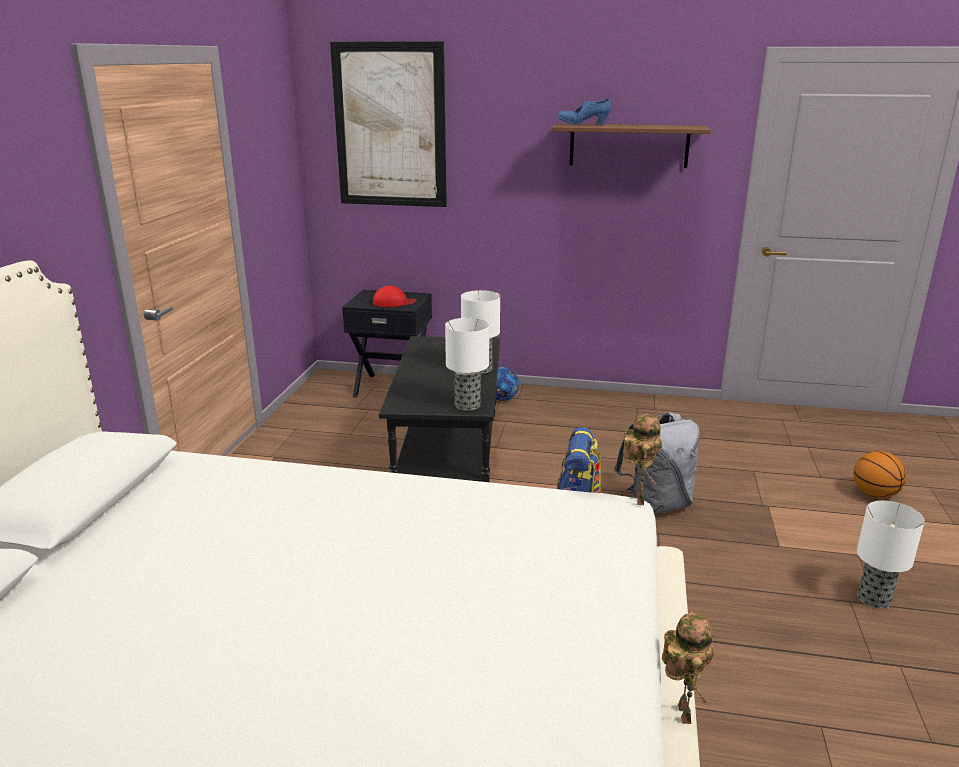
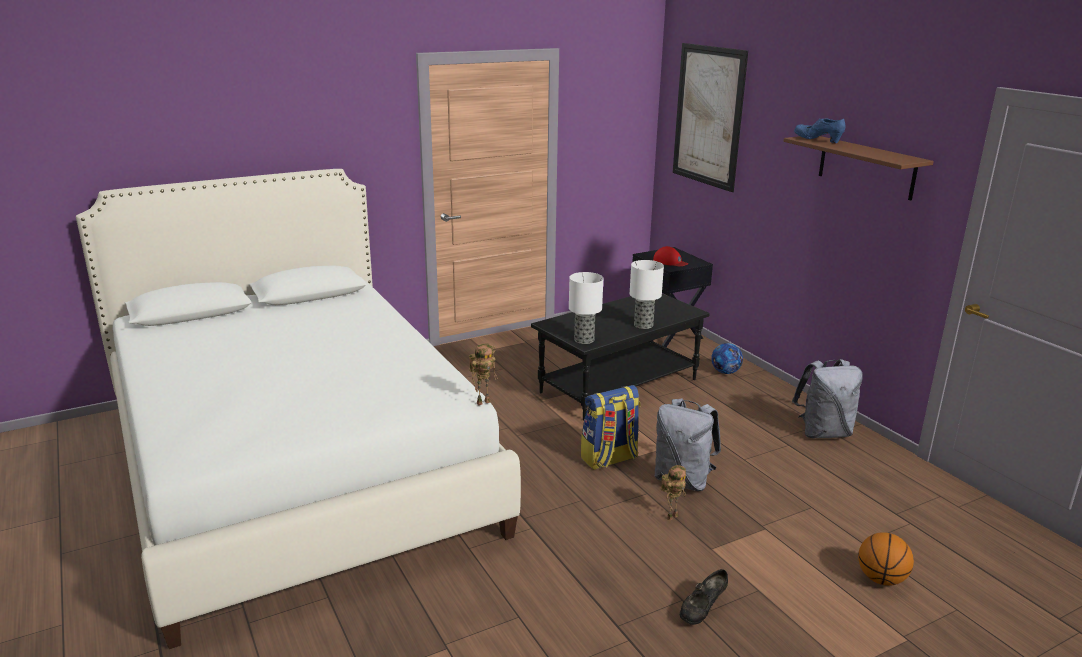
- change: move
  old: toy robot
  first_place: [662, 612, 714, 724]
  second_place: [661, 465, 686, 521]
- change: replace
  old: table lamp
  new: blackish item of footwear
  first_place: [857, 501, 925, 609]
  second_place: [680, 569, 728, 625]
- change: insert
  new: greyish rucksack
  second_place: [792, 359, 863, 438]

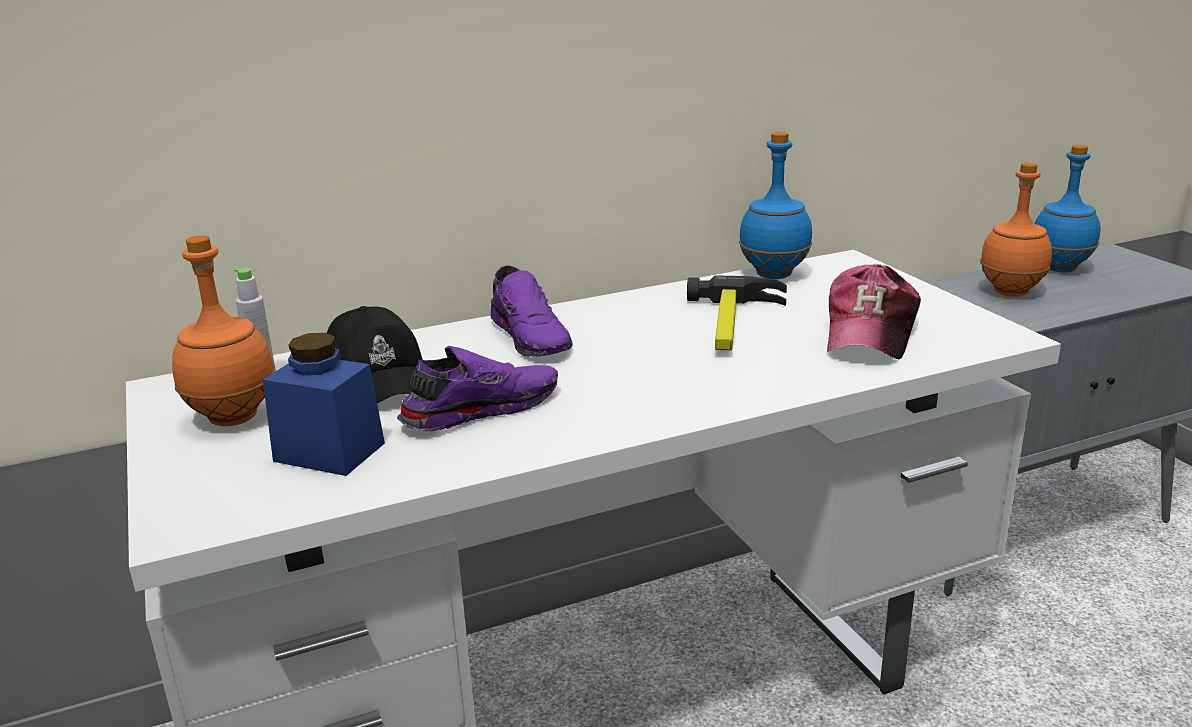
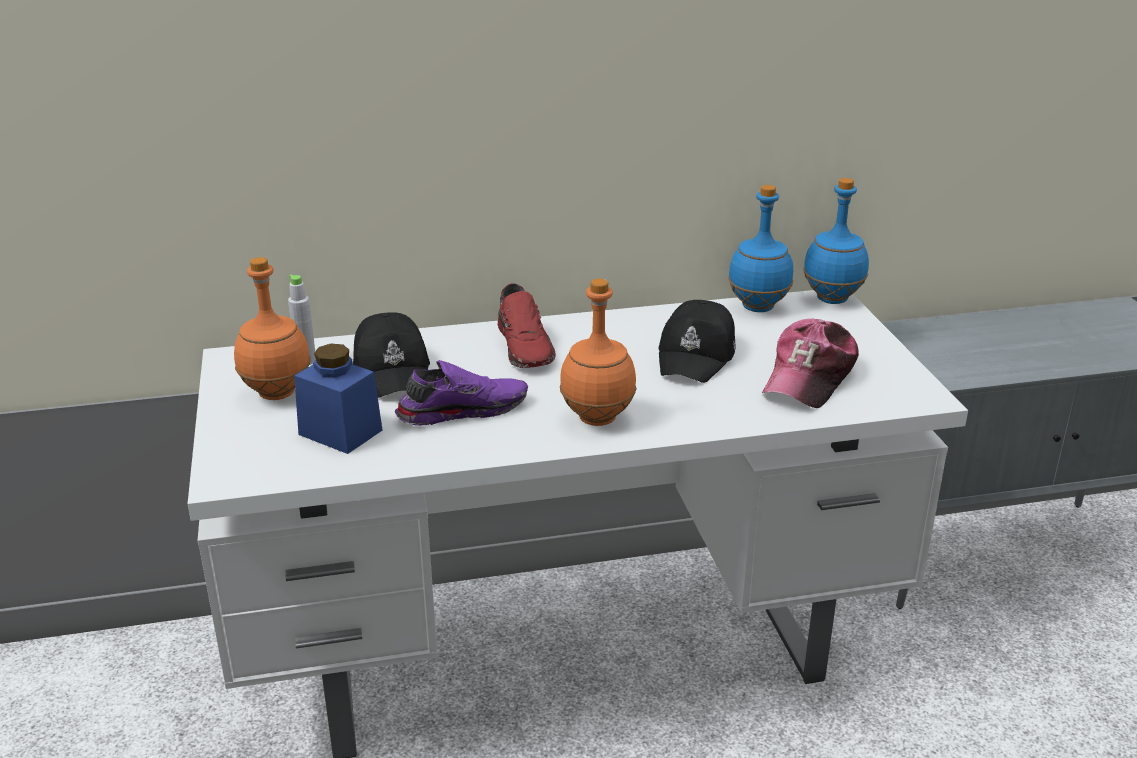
- change: recolor
  old: purplish item of footwear
  new: red-coloured item of footwear
  first_place: [490, 265, 573, 357]
  second_place: [498, 283, 556, 368]
- change: replace
  old: hand hammer
  new: blackish peaked cap
  first_place: [687, 275, 787, 350]
  second_place: [658, 300, 735, 383]
- change: move
  old: orange-coloured drink bottle
  first_place: [980, 162, 1052, 297]
  second_place: [560, 279, 637, 426]
- change: move
  old: bluish drink bottle
  first_place: [1034, 145, 1100, 272]
  second_place: [803, 178, 869, 304]

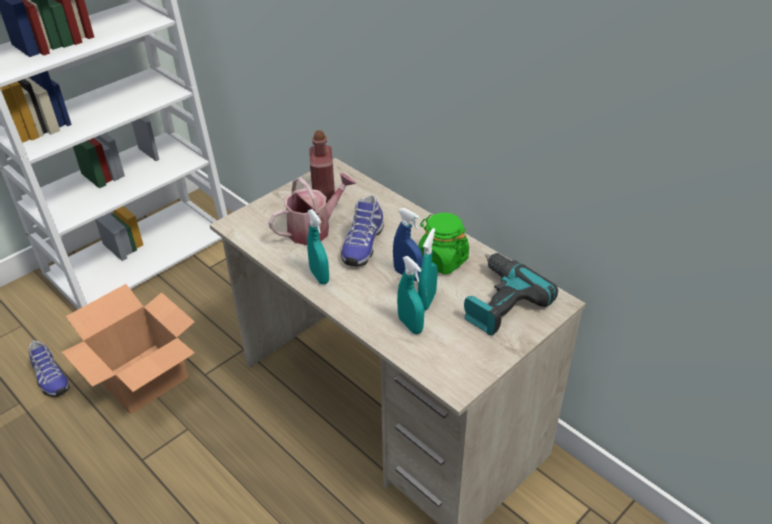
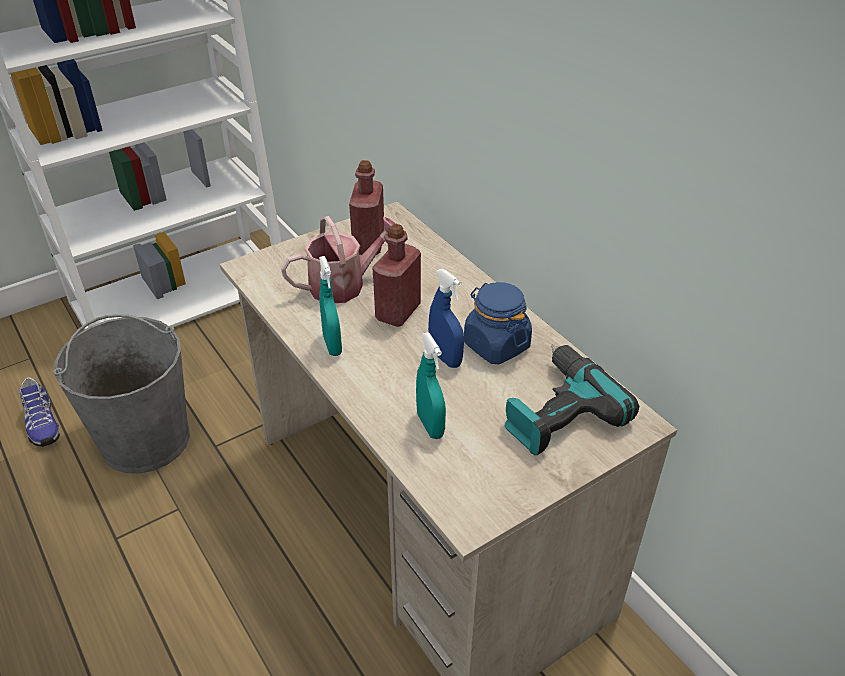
- change: replace
  old: carton
  new: greyish bucket
  first_place: [61, 284, 195, 414]
  second_place: [53, 314, 190, 474]
- change: replace
  old: item of footwear
  new: red-coloured drink bottle
  first_place: [341, 195, 384, 266]
  second_place: [372, 224, 421, 327]
- change: recolor
  old: green jar
  new: bluish jar
  first_place: [418, 213, 469, 274]
  second_place: [464, 282, 532, 364]
- change: delete
  old: blue-green hand sprayer
  first_place: [418, 228, 437, 311]

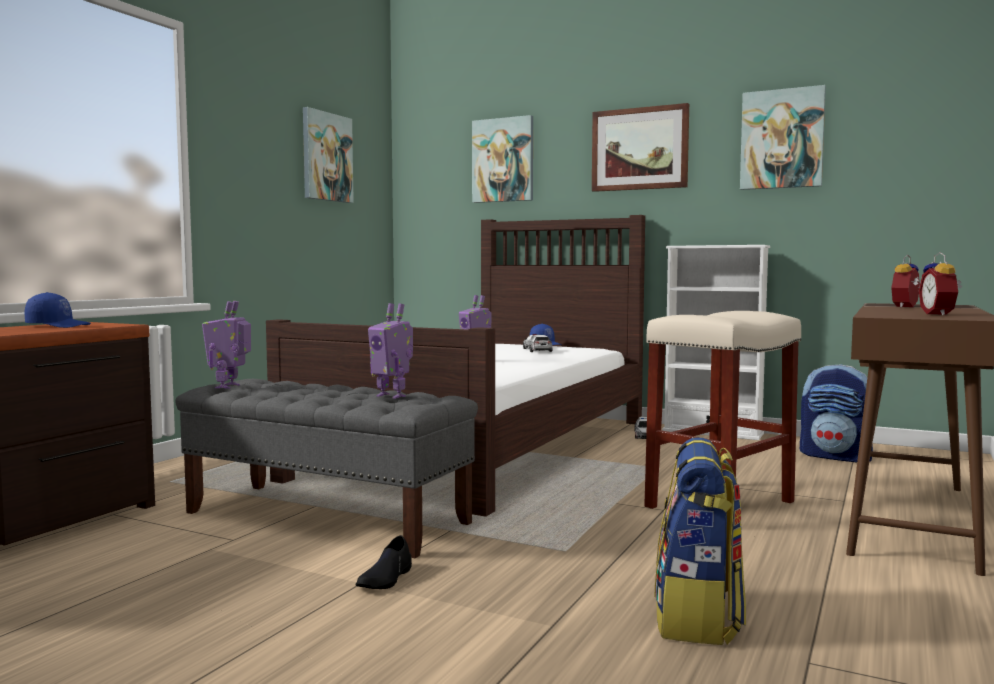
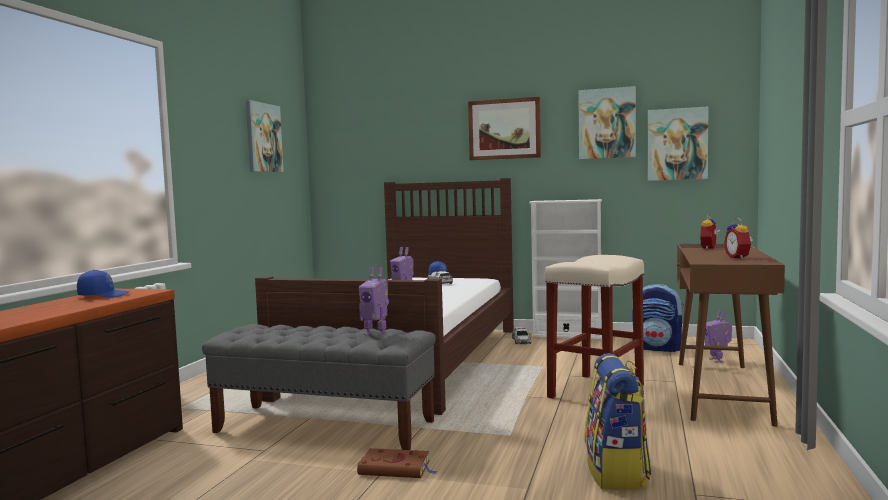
- change: move
  old: toy robot
  first_place: [202, 301, 251, 389]
  second_place: [705, 311, 732, 363]
- change: replace
  old: blackish item of footwear
  new: brownish book
  first_place: [356, 535, 412, 589]
  second_place: [357, 448, 438, 478]
- change: move
  old: wall picture
  first_place: [472, 115, 533, 203]
  second_place: [648, 107, 708, 181]

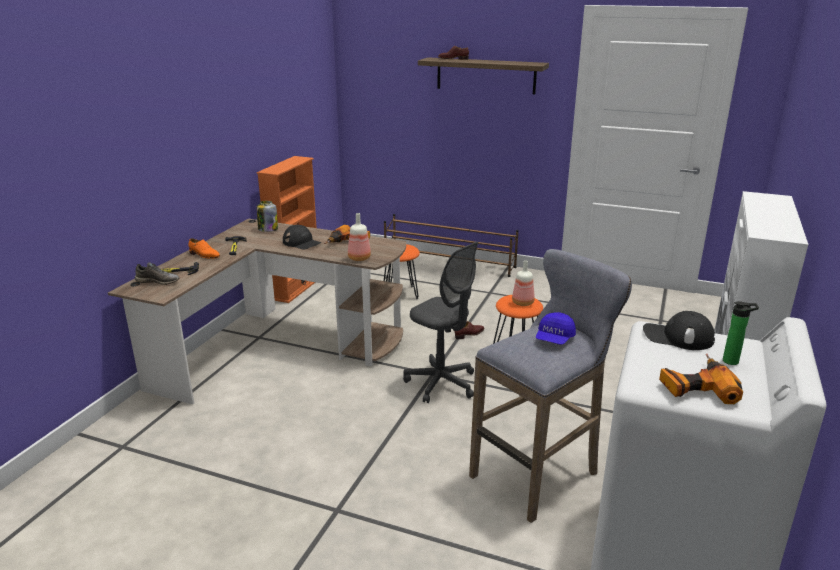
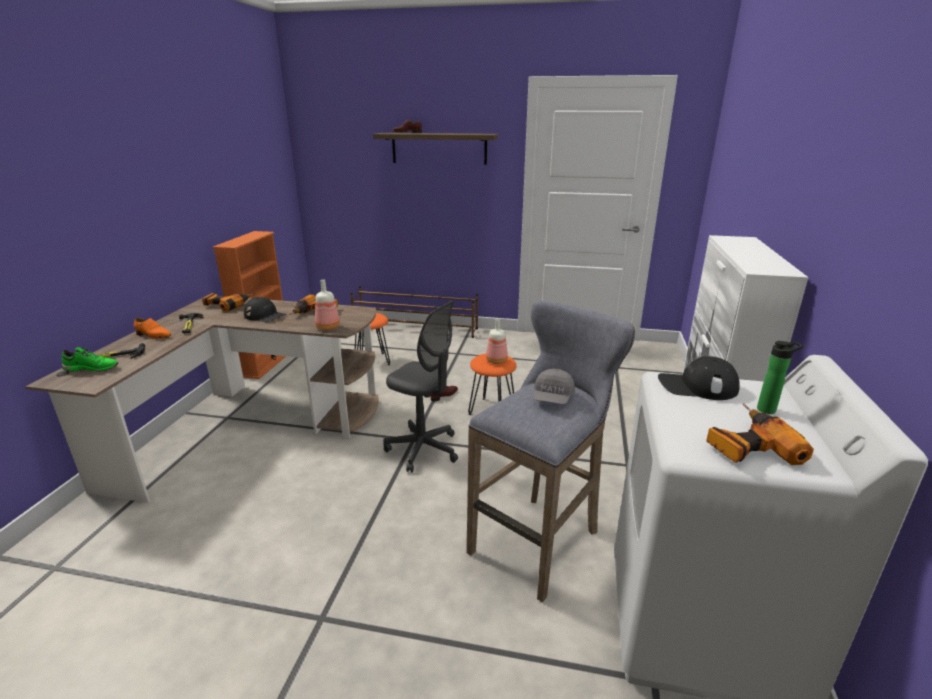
- change: recolor
  old: greyish item of footwear
  new: green item of footwear
  first_place: [135, 262, 180, 285]
  second_place: [62, 347, 119, 372]
- change: replace
  old: jar
  new: power drill
  first_place: [257, 201, 278, 232]
  second_place: [202, 293, 255, 312]
- change: recolor
  old: bluish peaked cap
  new: greyish peaked cap
  first_place: [536, 312, 576, 345]
  second_place: [534, 369, 575, 404]

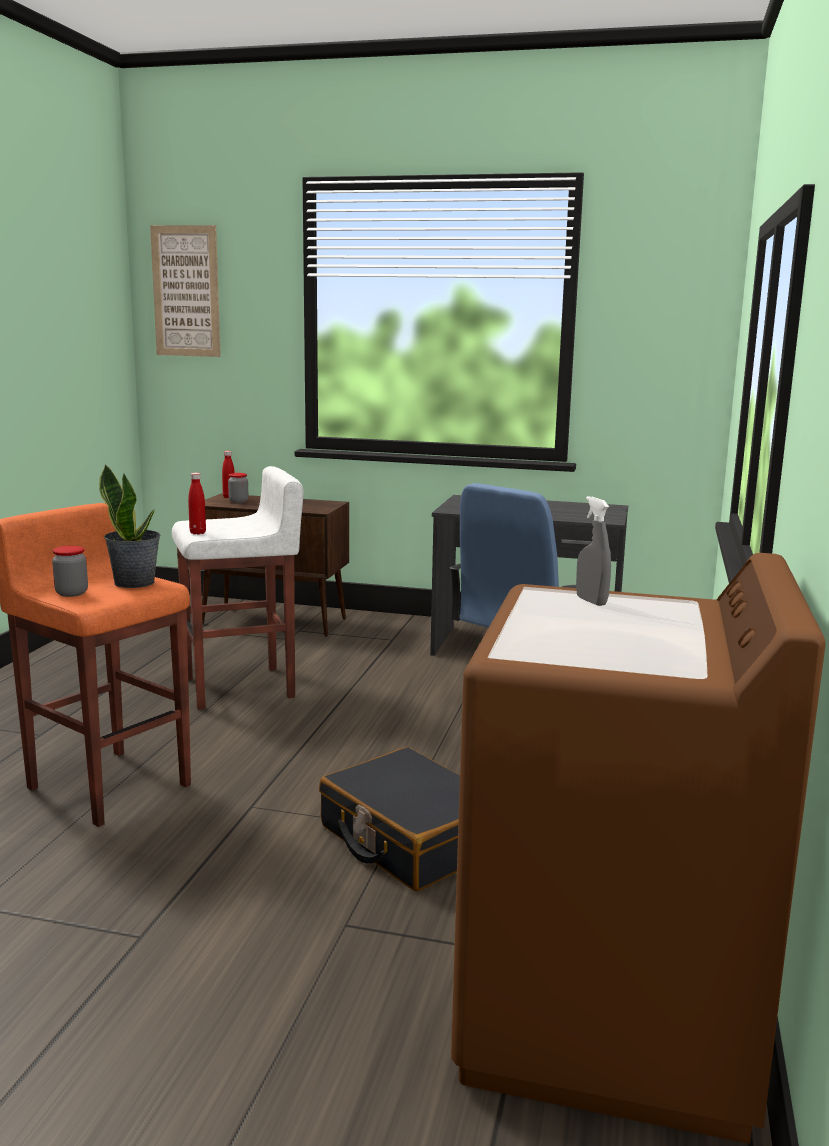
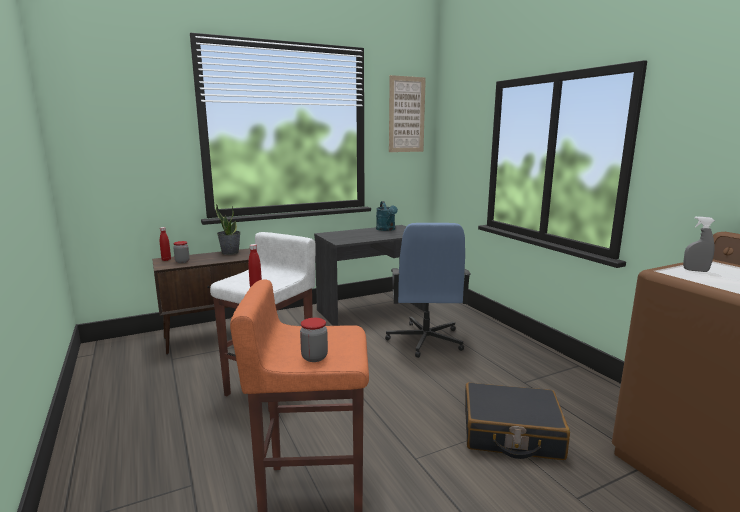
- change: move
  old: houseplant
  first_place: [99, 464, 161, 588]
  second_place: [216, 204, 241, 255]
- change: move
  old: wall picture
  first_place: [150, 225, 221, 357]
  second_place: [389, 75, 426, 152]
- change: insert
  new: blue-green sprinkling can
  second_place: [376, 201, 398, 231]

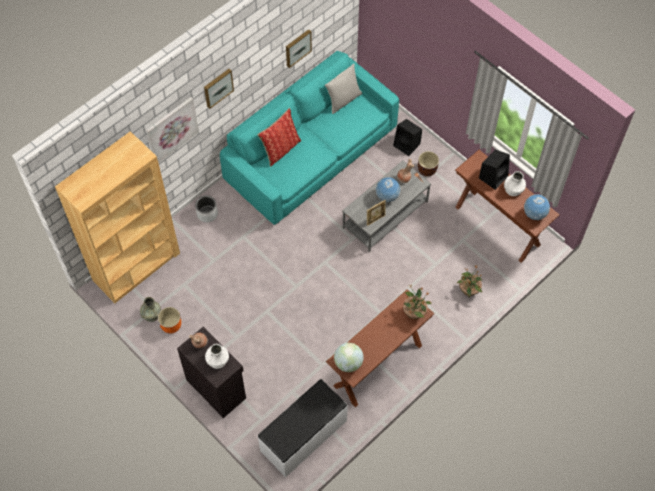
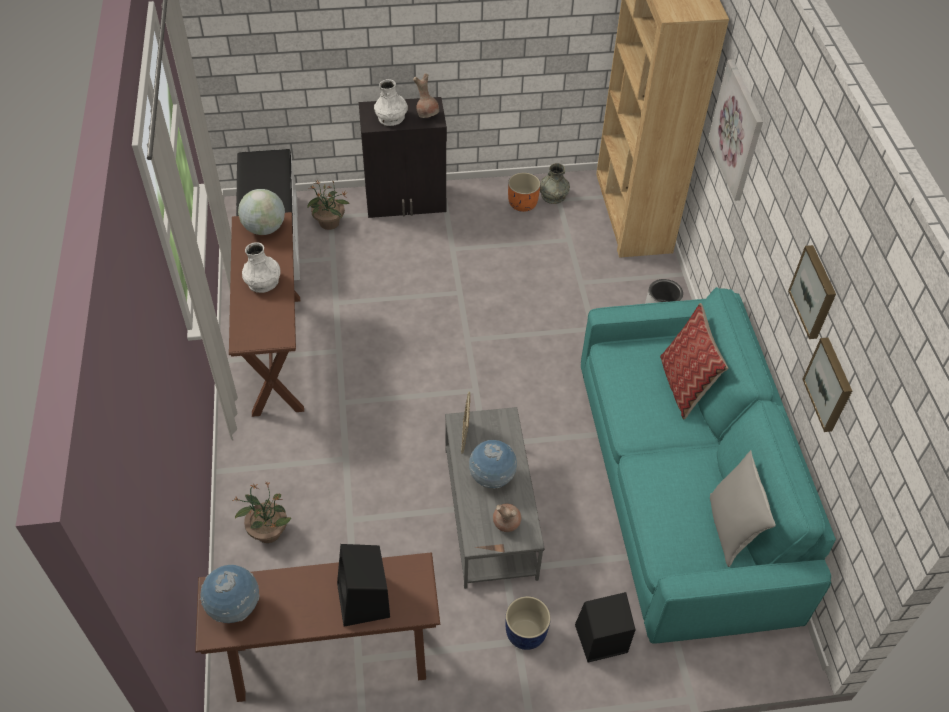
- change: move
  old: wall picture
  first_place: [204, 69, 234, 109]
  second_place: [788, 245, 836, 339]
- change: move
  old: houseplant
  first_place: [403, 285, 432, 319]
  second_place: [307, 180, 350, 230]
- change: recolor
  old: brownish planter
  new: bluish planter
  first_place: [418, 151, 439, 176]
  second_place: [506, 596, 551, 650]
- change: move
  old: white vase
  first_place: [504, 171, 526, 196]
  second_place: [242, 242, 281, 293]

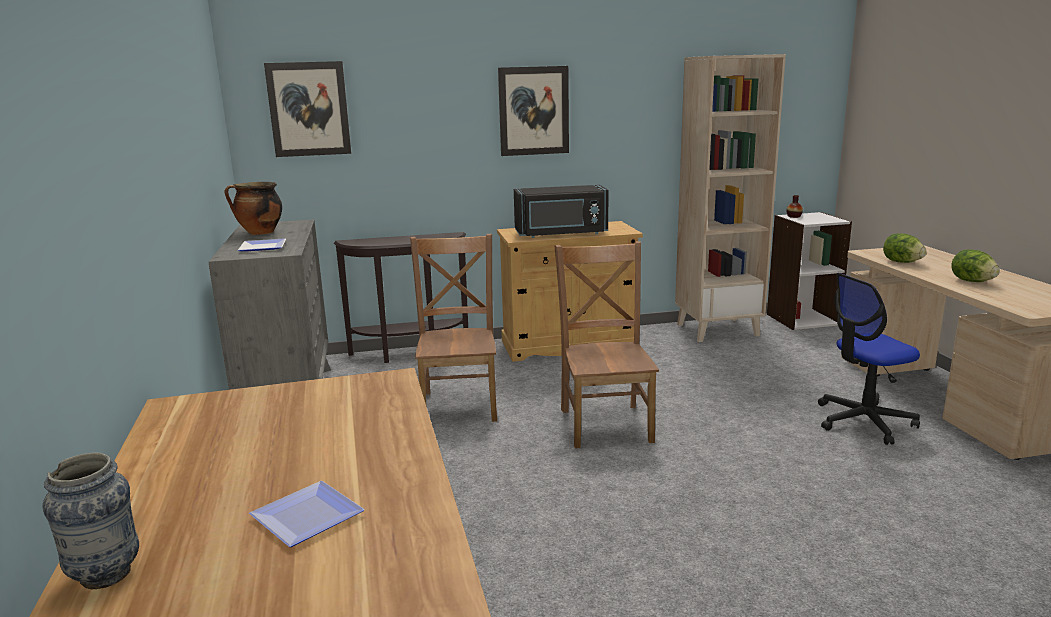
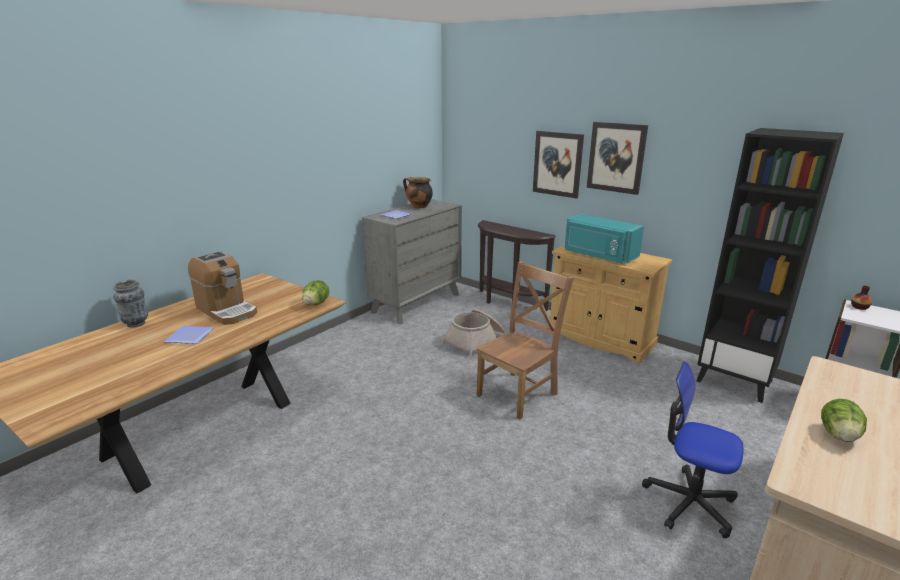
- change: move
  old: wall picture
  first_place: [264, 61, 351, 157]
  second_place: [533, 131, 584, 199]
- change: replace
  old: brownish chair
  new: basket
  first_place: [410, 234, 497, 422]
  second_place: [442, 309, 505, 358]
- change: recolor
  old: blackish kitchen microwave
  new: blue-green kitchen microwave
  first_place: [514, 185, 609, 238]
  second_place: [565, 214, 644, 264]
- change: recolor
  old: beige-coloured bookcase
  new: blackish bookcase
  first_place: [675, 54, 786, 342]
  second_place: [696, 128, 844, 403]
- change: move
  old: lettuce head
  first_place: [883, 233, 927, 263]
  second_place: [302, 280, 330, 306]
- change: insert
  new: coffee maker
  second_place: [188, 251, 257, 325]

